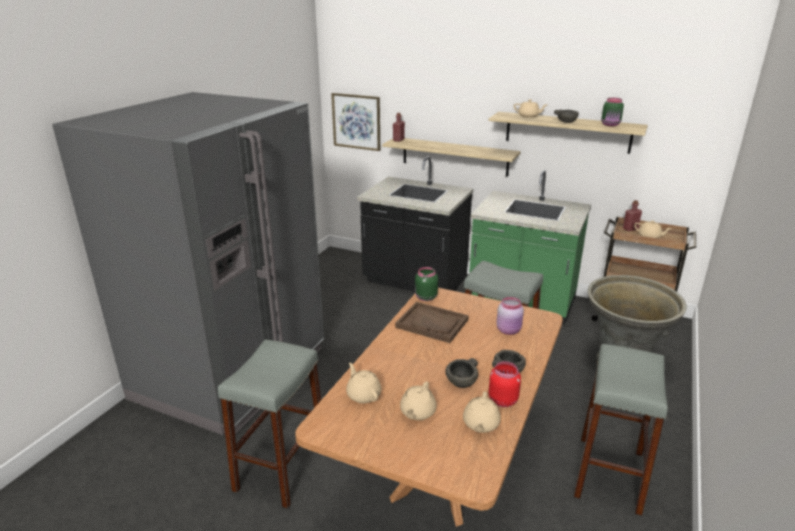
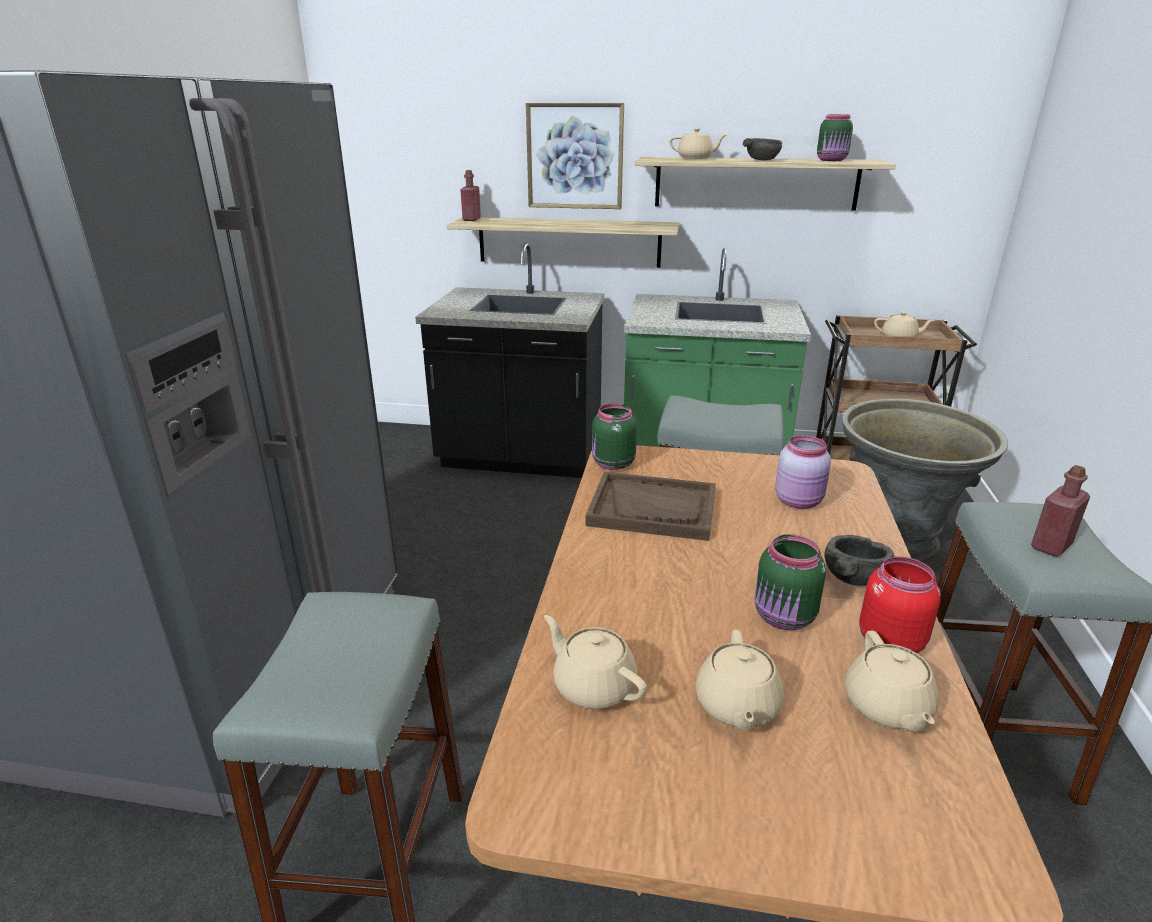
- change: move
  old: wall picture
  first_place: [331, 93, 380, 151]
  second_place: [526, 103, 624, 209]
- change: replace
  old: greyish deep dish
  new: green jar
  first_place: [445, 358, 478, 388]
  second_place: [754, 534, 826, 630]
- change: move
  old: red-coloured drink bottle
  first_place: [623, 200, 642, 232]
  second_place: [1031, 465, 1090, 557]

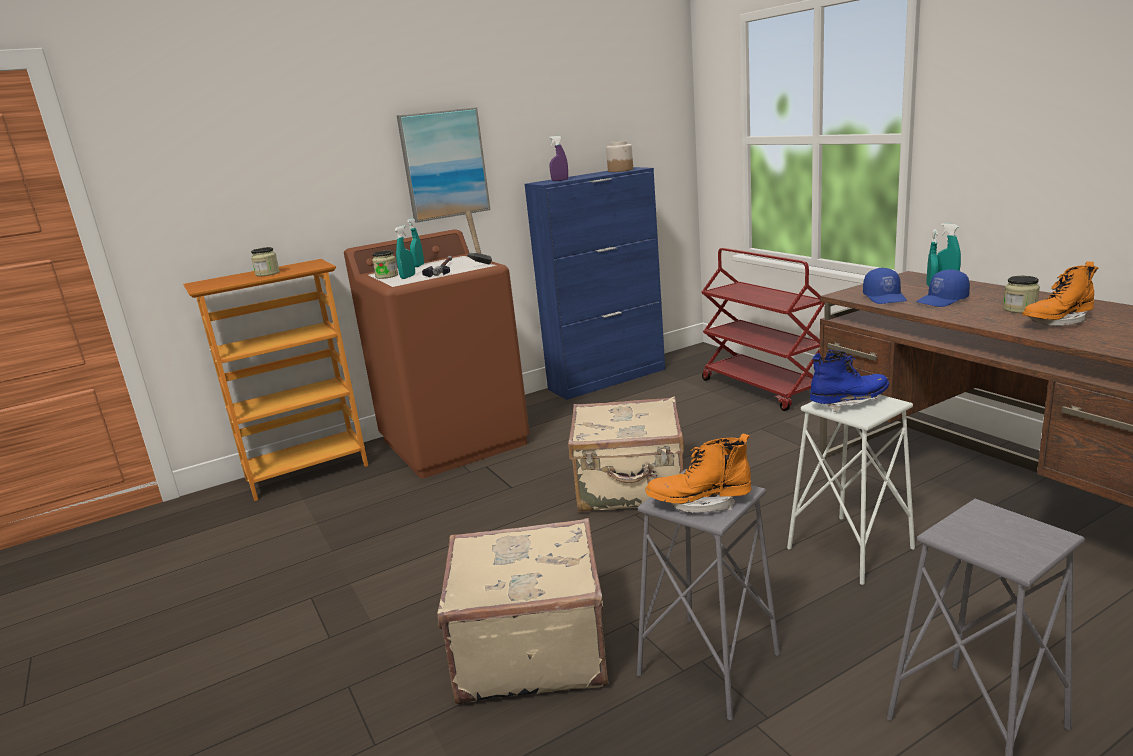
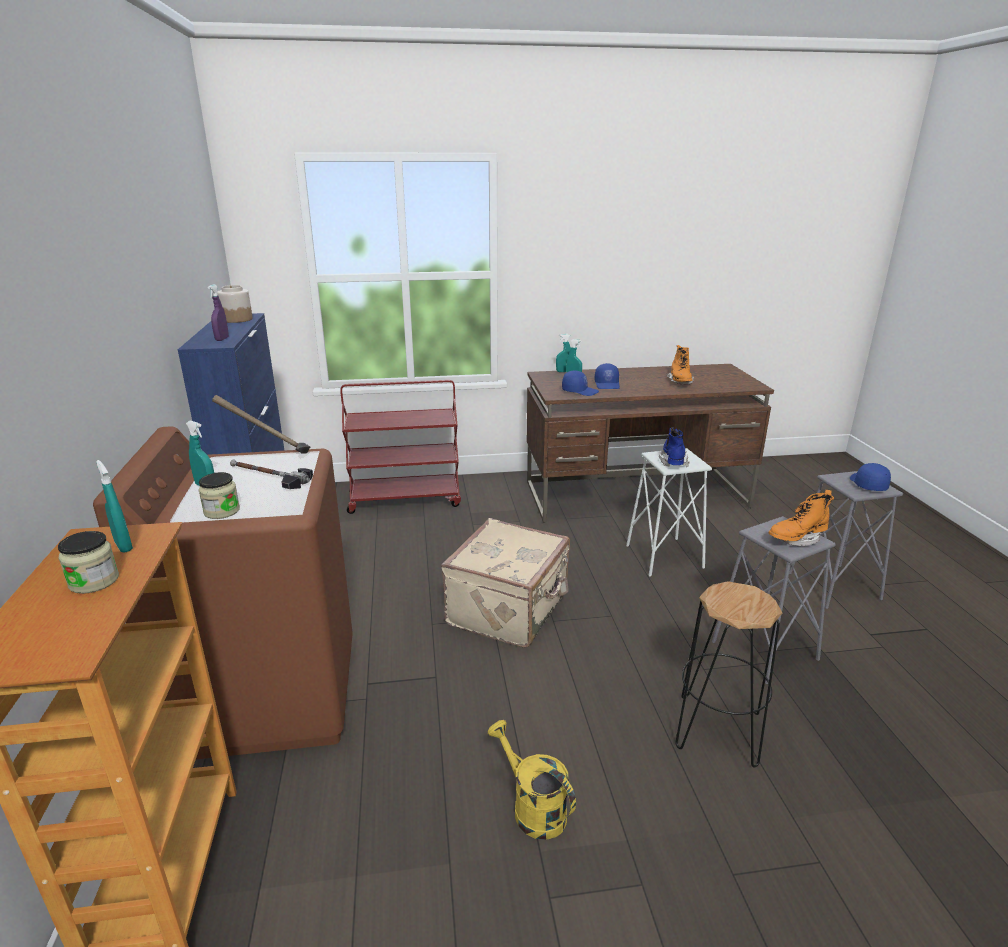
- change: move
  old: blue-green hand sprayer
  first_place: [394, 225, 415, 279]
  second_place: [96, 460, 133, 553]
- change: delete
  old: wall picture
  first_place: [397, 107, 491, 223]
- change: replace
  old: beige-coloured travel case
  new: blackish stool seat
  first_place: [437, 518, 609, 704]
  second_place: [675, 581, 782, 767]
- change: rotate
  old: orange-coloured boot
  first_place: [646, 433, 751, 513]
  second_place: [769, 490, 834, 546]
  degrees: 45
- change: delete
  old: jar
  first_place: [1003, 276, 1040, 313]
- change: insert
  new: yellow sprinkling can
  second_place: [487, 720, 576, 840]
- change: insert
  new: bluish peaked cap
  second_place: [850, 463, 891, 491]

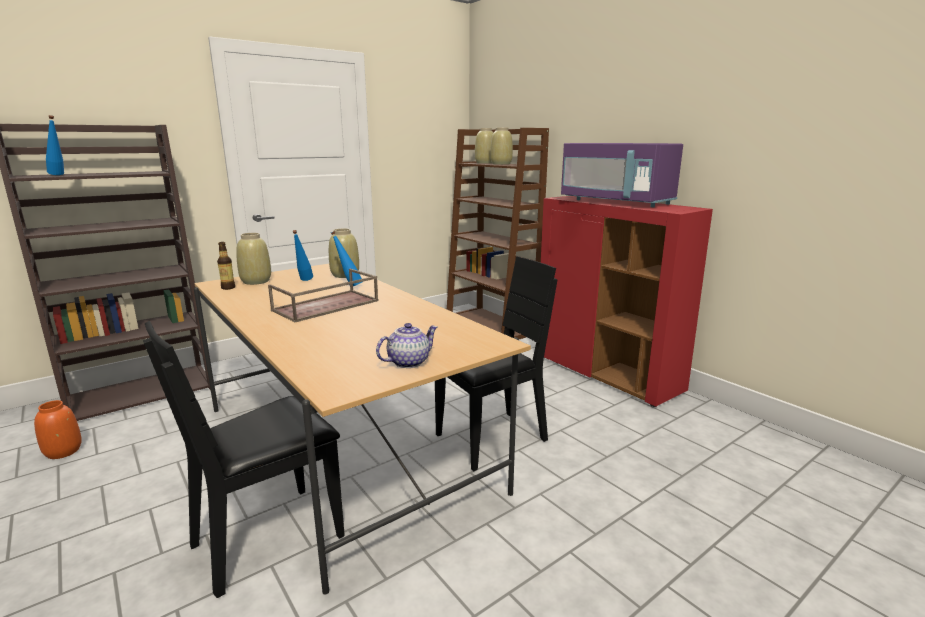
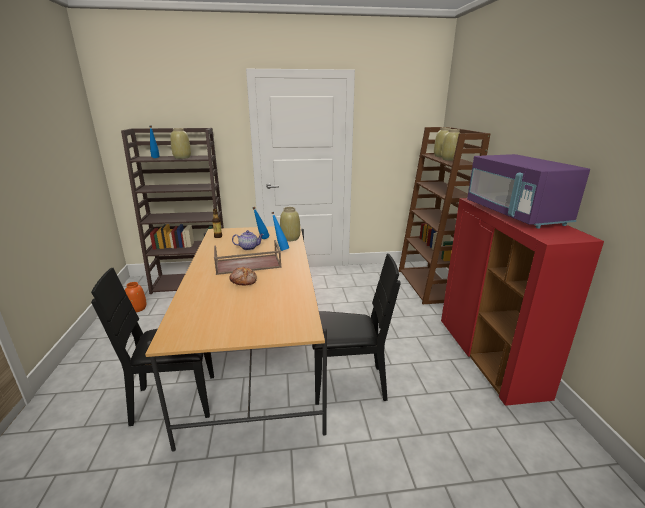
- change: move
  old: beige-coloured vase
  first_place: [236, 233, 271, 285]
  second_place: [170, 128, 191, 159]
- change: move
  old: tea pot
  first_place: [376, 323, 437, 368]
  second_place: [232, 230, 264, 250]
- change: insert
  new: bakery bread
  second_place: [229, 267, 257, 285]

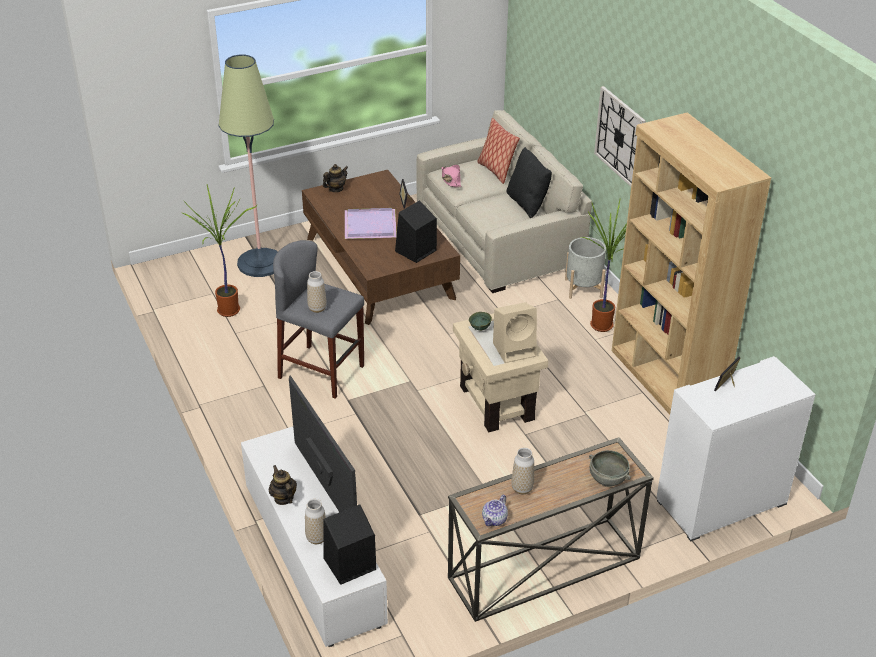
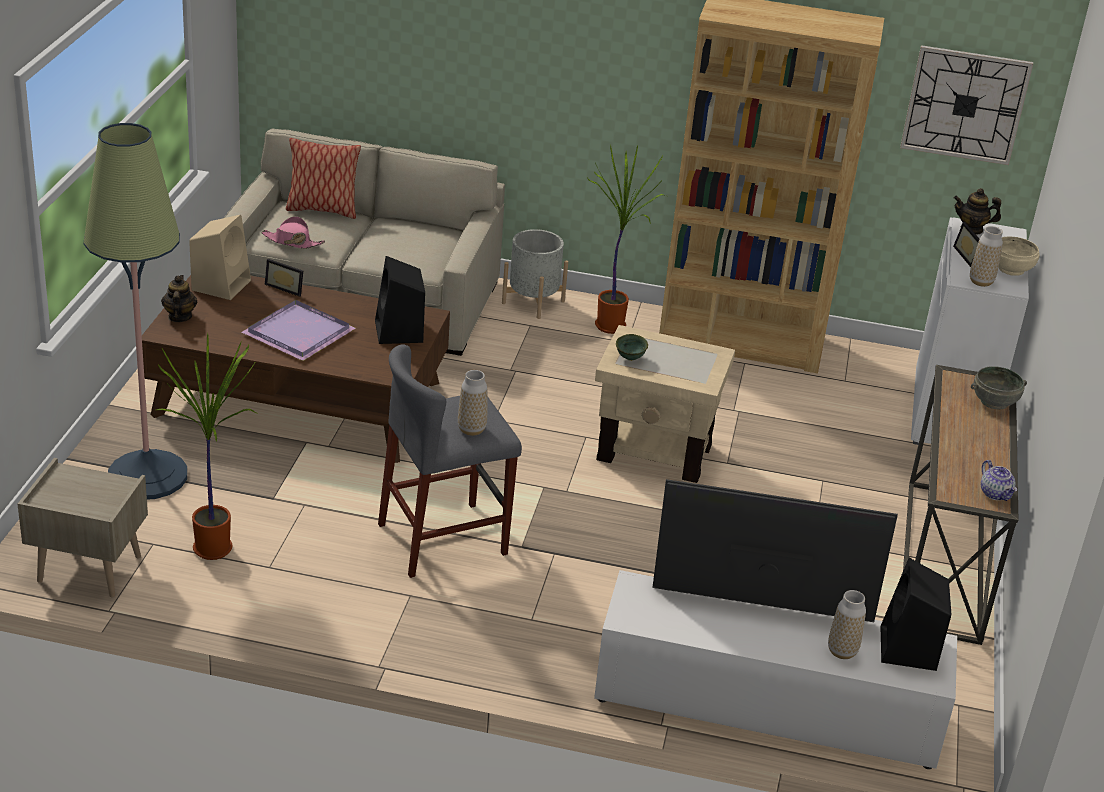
- change: move
  old: tea pot
  first_place: [269, 465, 297, 505]
  second_place: [954, 188, 1001, 235]
- change: move
  old: beige-coloured loudspeaker
  first_place: [493, 302, 537, 363]
  second_place: [189, 215, 251, 300]
- change: delete
  old: blackish throw pillow
  first_place: [506, 147, 552, 218]
- change: move
  old: vase
  first_place: [511, 448, 534, 494]
  second_place: [970, 226, 1003, 287]
- change: move
  old: clock on the wall
  first_place: [594, 86, 646, 187]
  second_place: [900, 45, 1033, 165]
- change: insert
  new: beige-coloured nightstand
  second_place: [18, 458, 148, 597]
- change: insert
  new: beige-coloured deep dish
  second_place: [999, 237, 1040, 276]

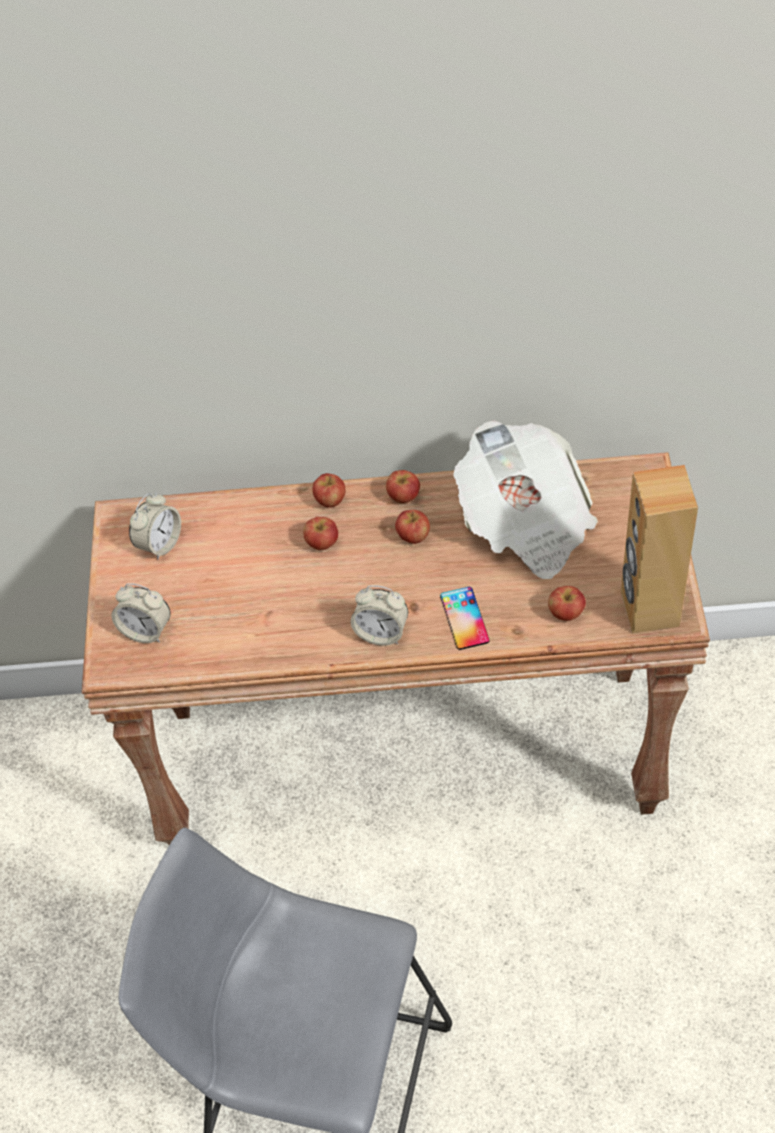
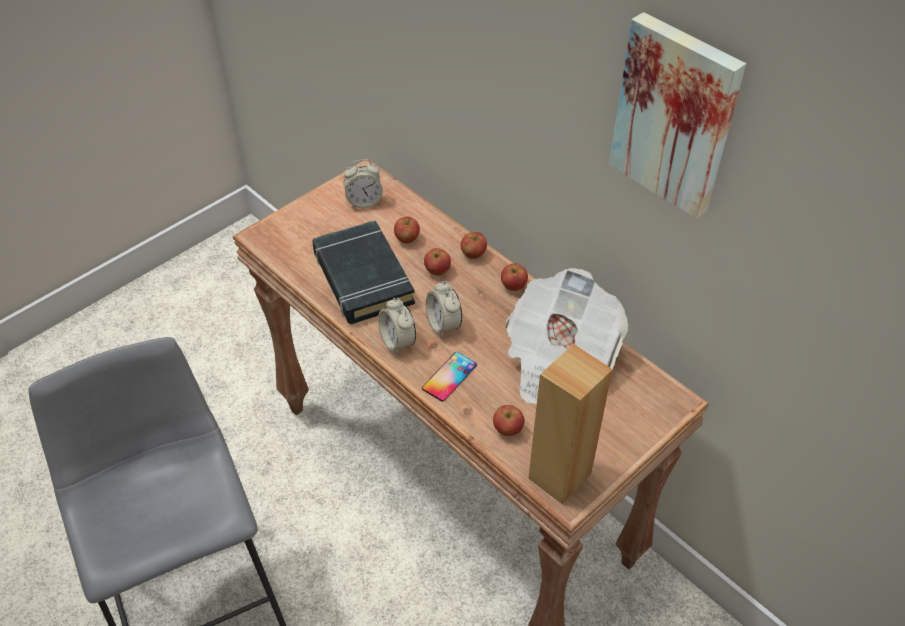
- change: move
  old: alarm clock
  first_place: [112, 583, 171, 643]
  second_place: [426, 281, 462, 337]
- change: move
  old: apple
  first_place: [395, 510, 430, 544]
  second_place: [394, 217, 420, 244]
- change: insert
  new: blackish book
  second_place: [312, 220, 415, 324]
- change: insert
  new: wall picture
  second_place: [609, 12, 746, 219]

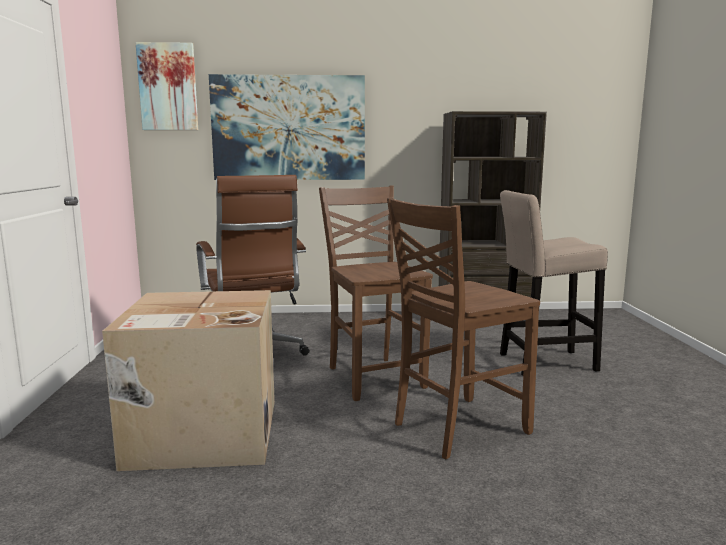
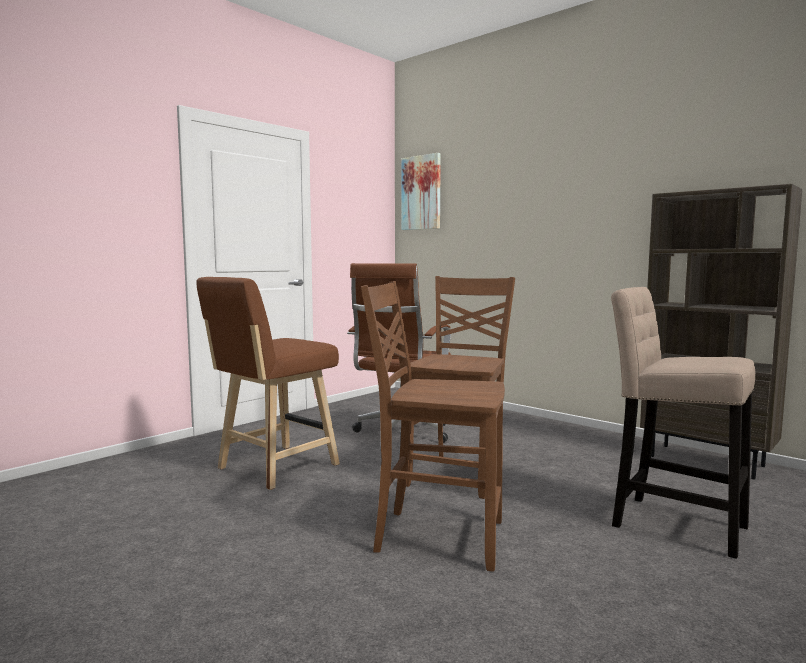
- change: replace
  old: carton
  new: brownish stool seat
  first_place: [102, 290, 275, 471]
  second_place: [197, 277, 340, 490]
- change: delete
  old: wall picture
  first_place: [209, 74, 365, 180]

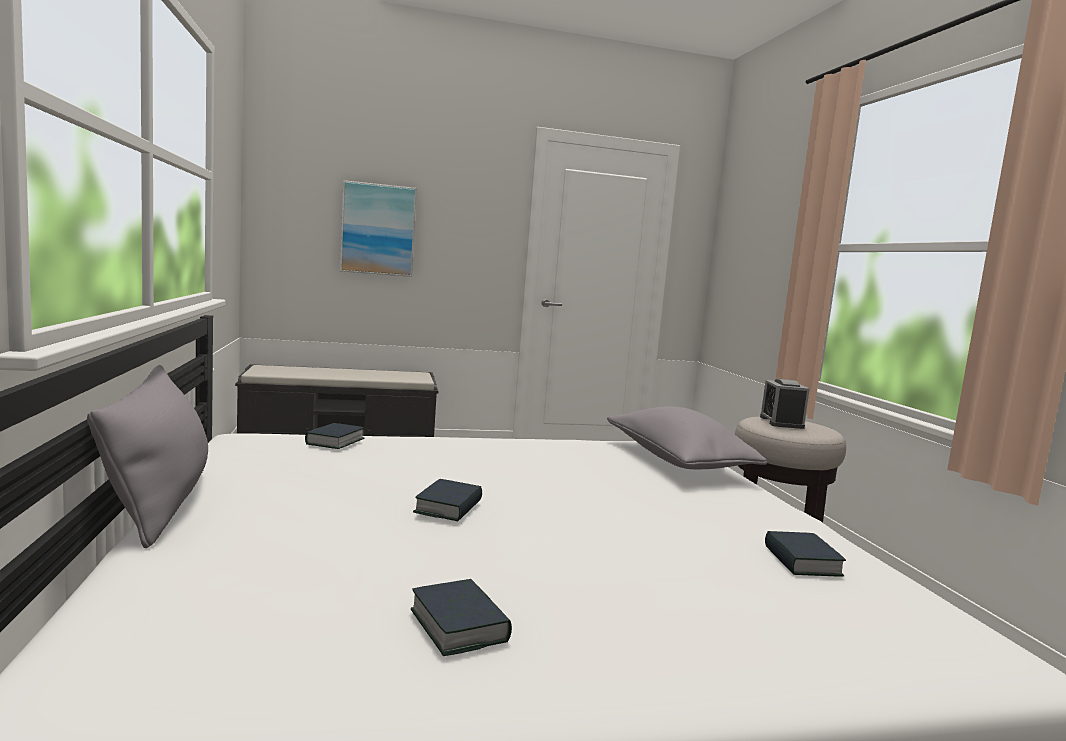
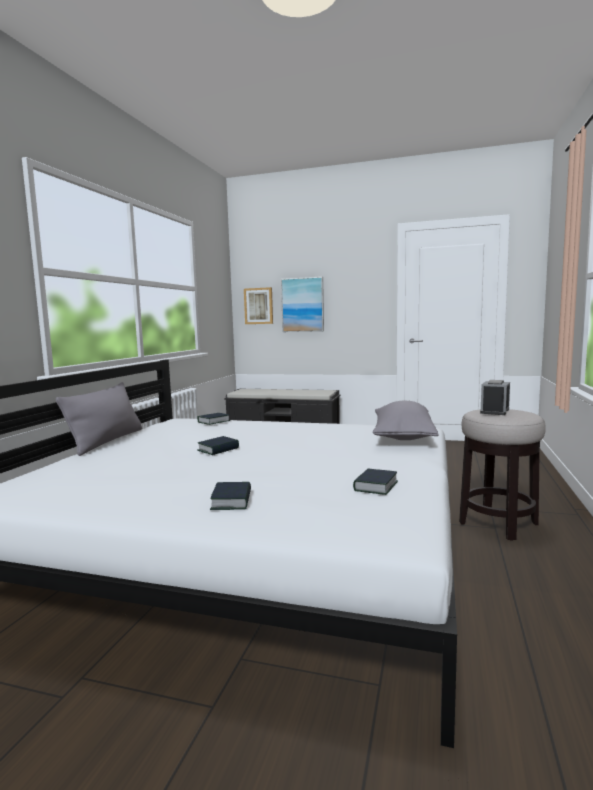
- change: move
  old: book
  first_place: [411, 579, 512, 656]
  second_place: [210, 482, 251, 510]
- change: insert
  new: wall picture
  second_place: [244, 287, 273, 324]

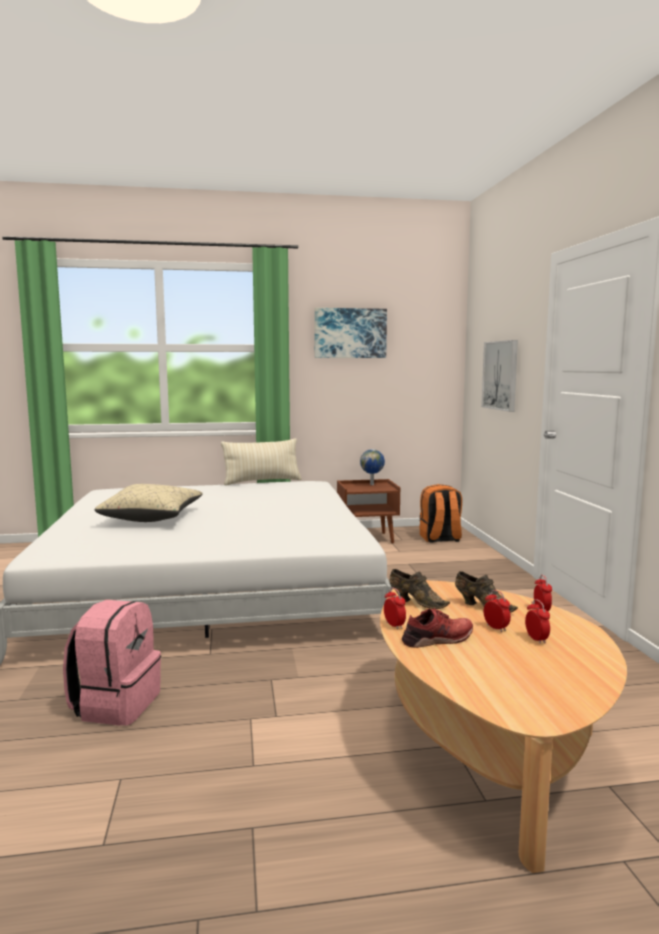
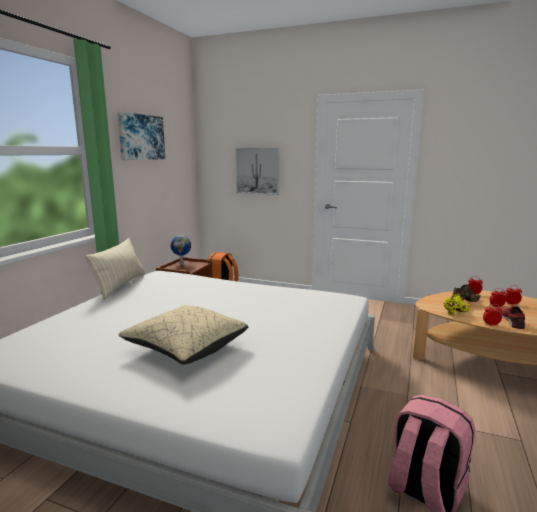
- change: recolor
  old: brownish item of footwear
  new: yellow item of footwear
  first_place: [389, 569, 450, 609]
  second_place: [443, 294, 471, 315]

